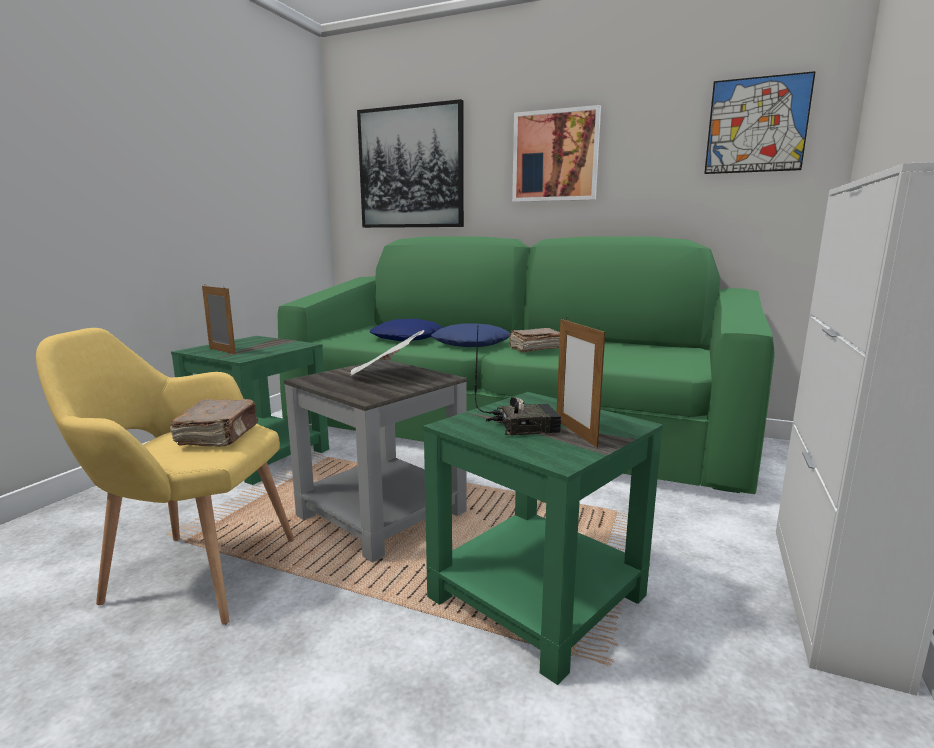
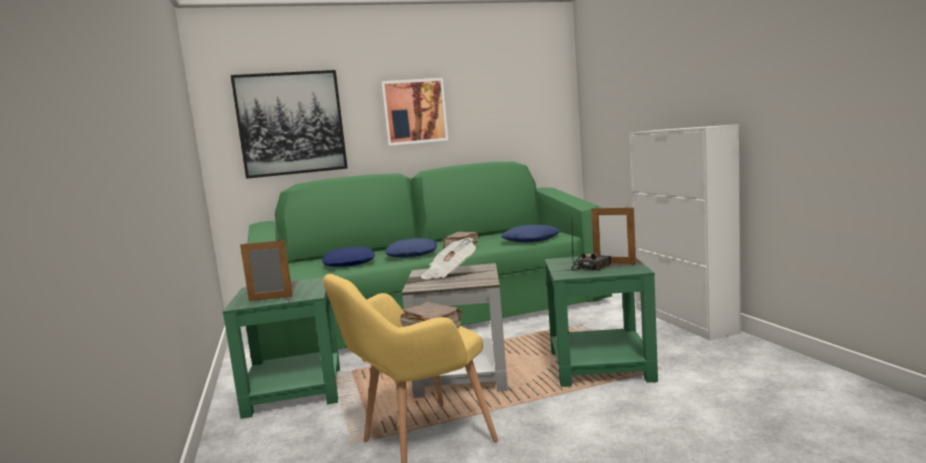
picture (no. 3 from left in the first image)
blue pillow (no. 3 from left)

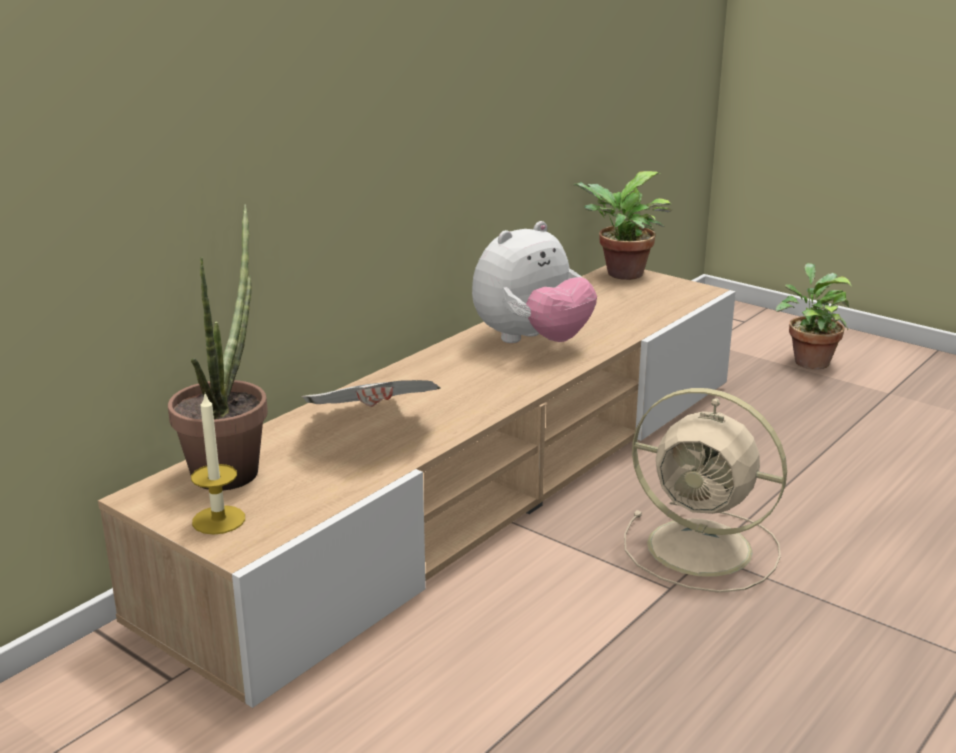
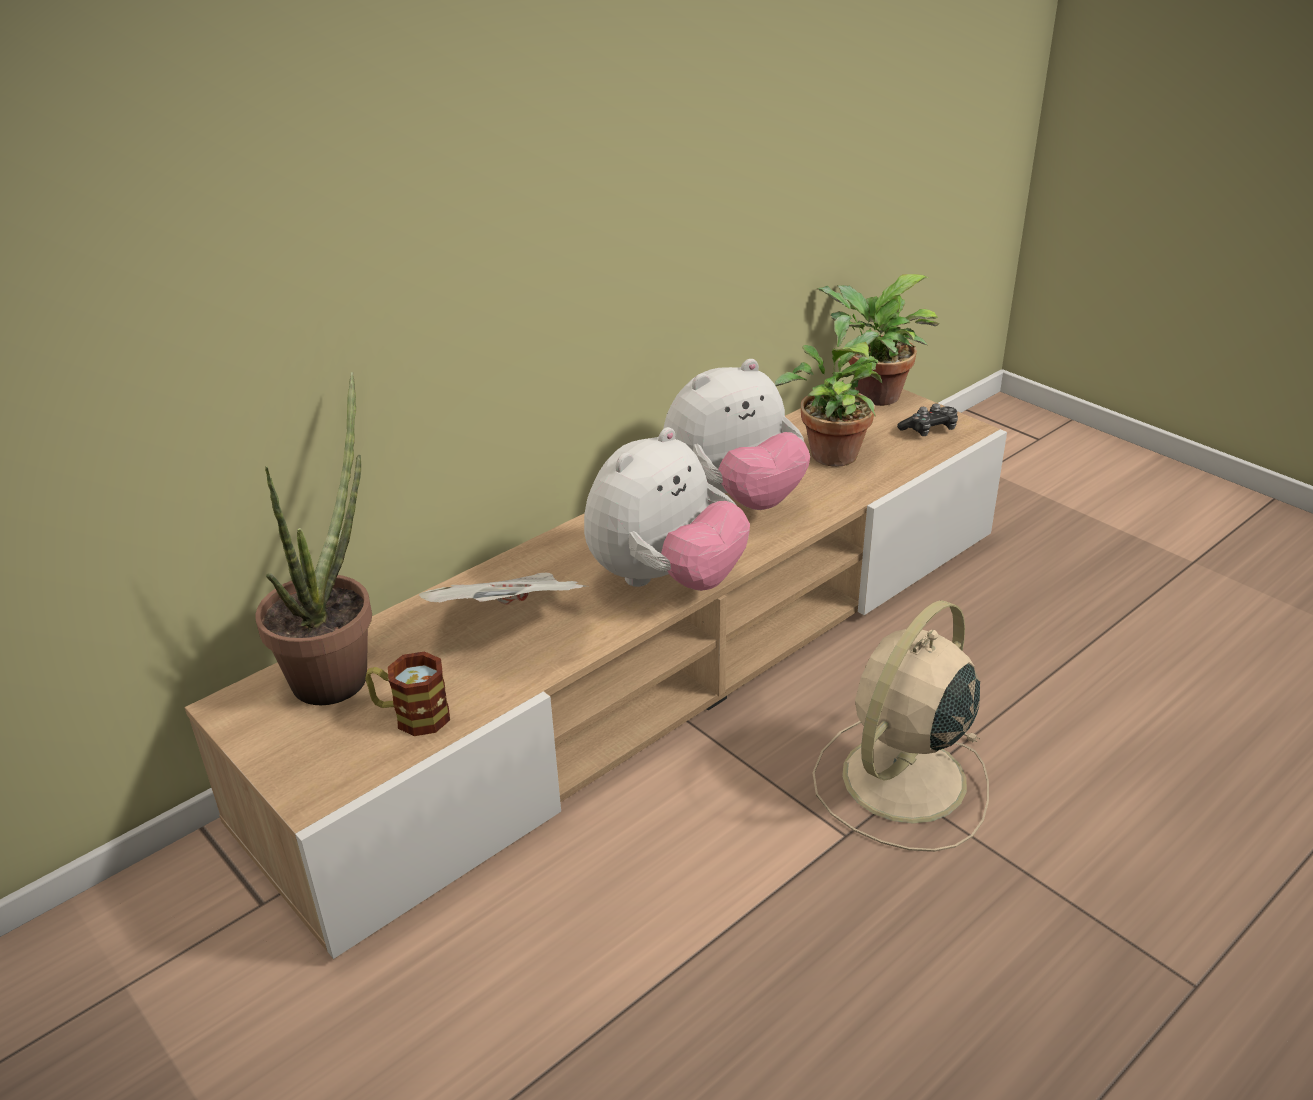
potted plant (no. 2 from left)
beige fan
candle
game controller
plush toy (no. 1 from left)
mug

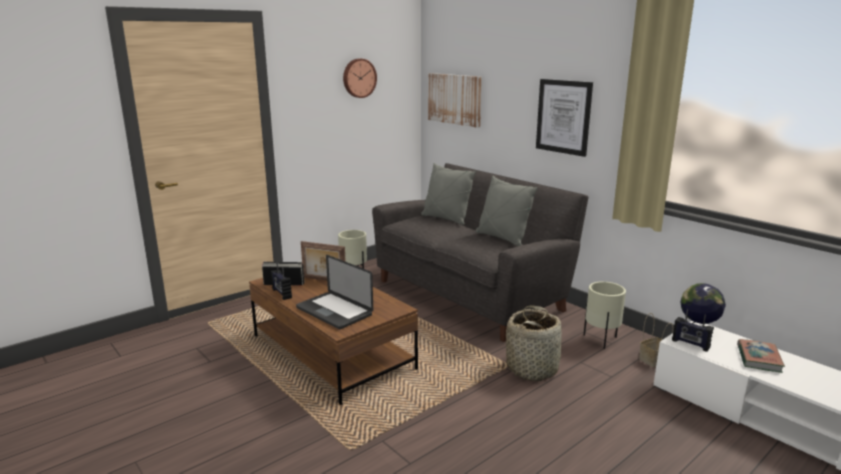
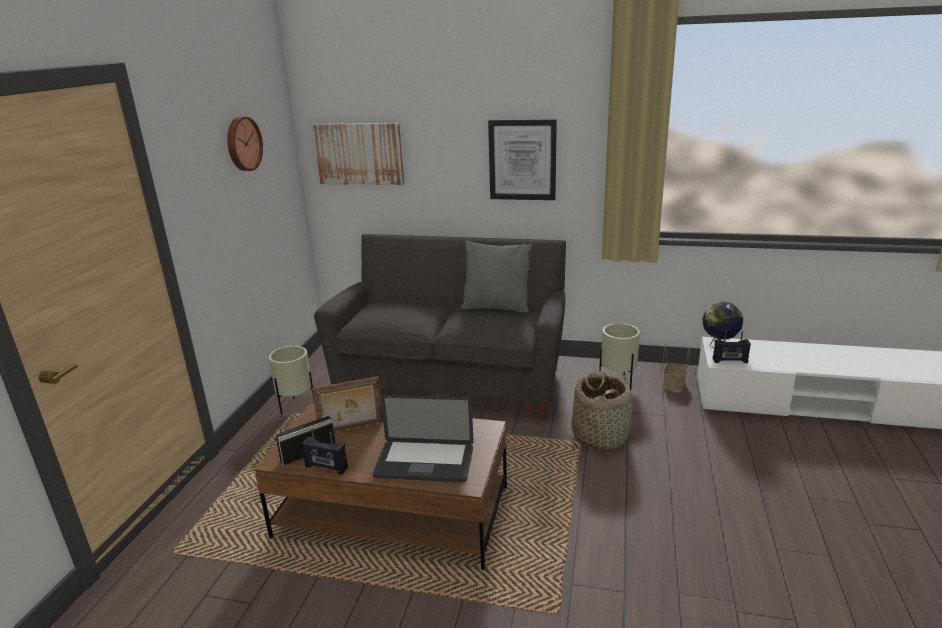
grey pillow (no. 1 from left in the first image)
book

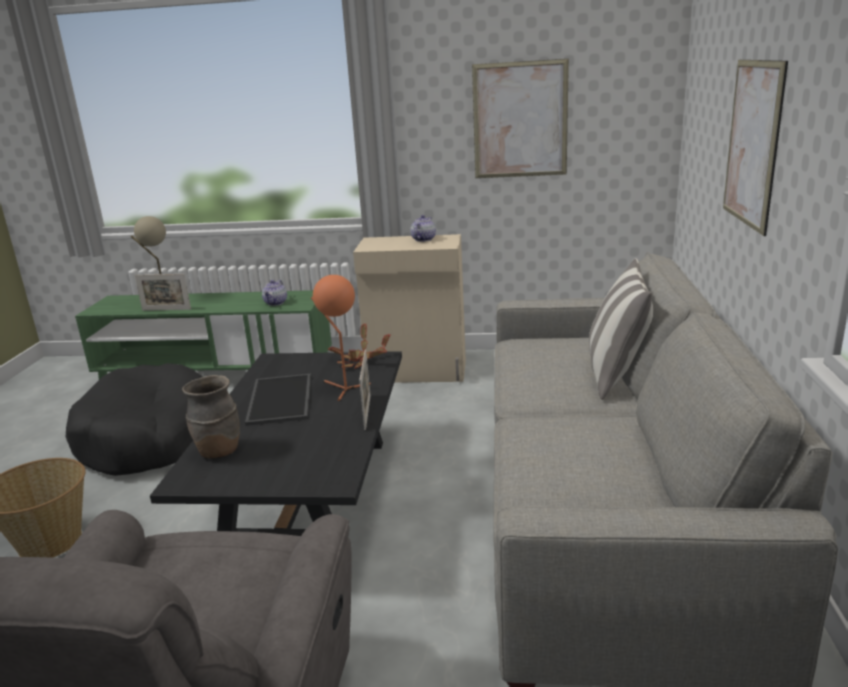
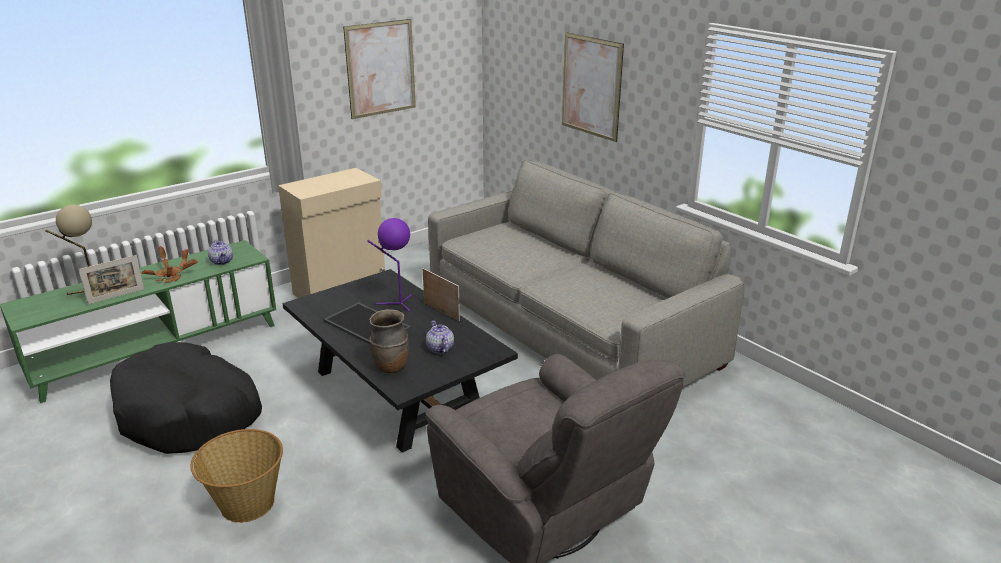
teapot (no. 2 from left)
pillow
purple table lamp
potted plant

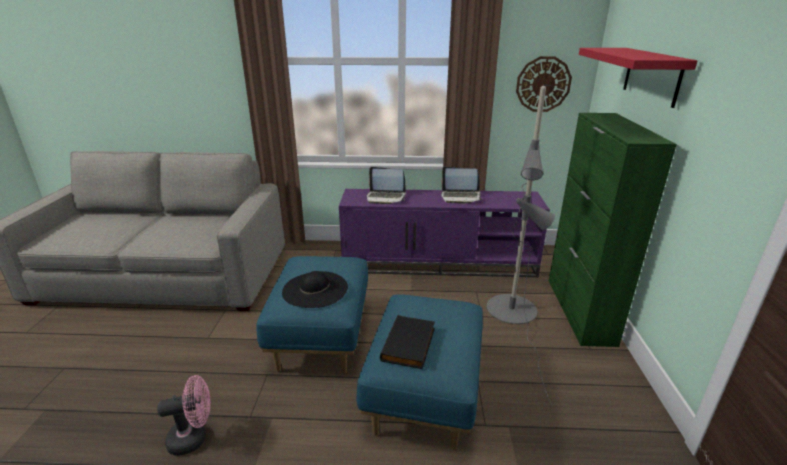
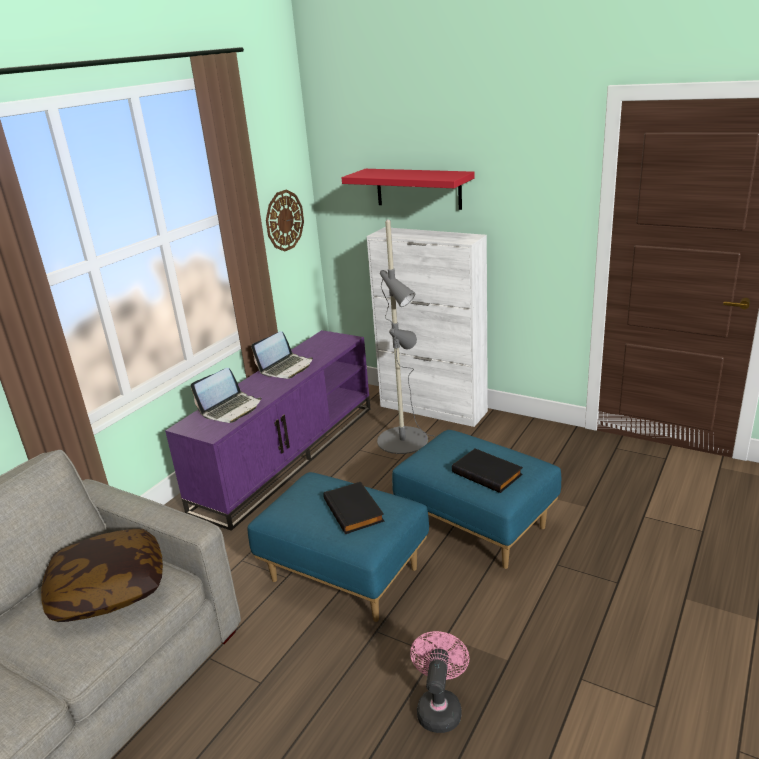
white cabinet
black book (no. 1 from left)
pillow

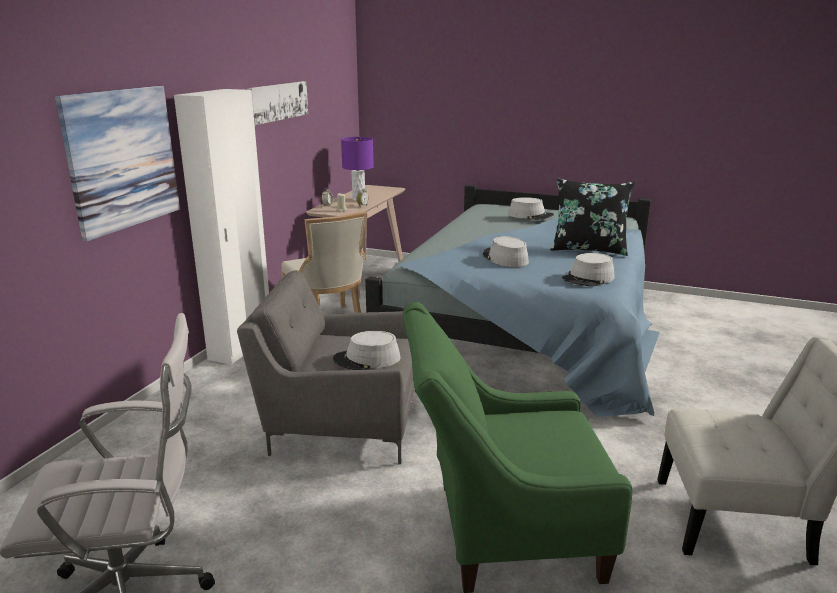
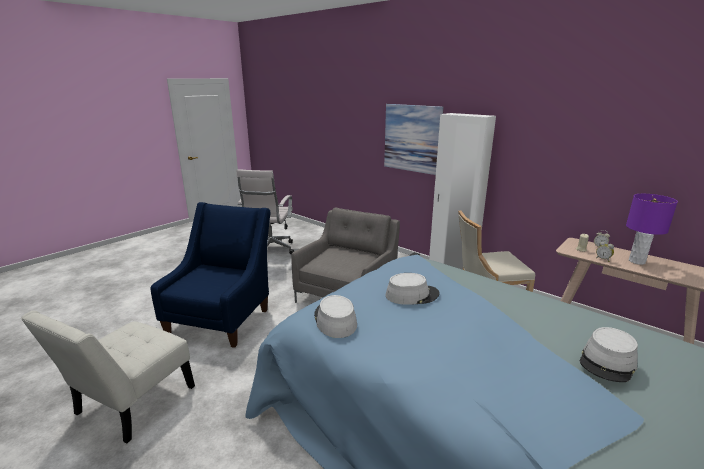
picture (no. 2 from left in the first image)
black pillow
blue armchair
grey hat (no. 1 from left in the first image)

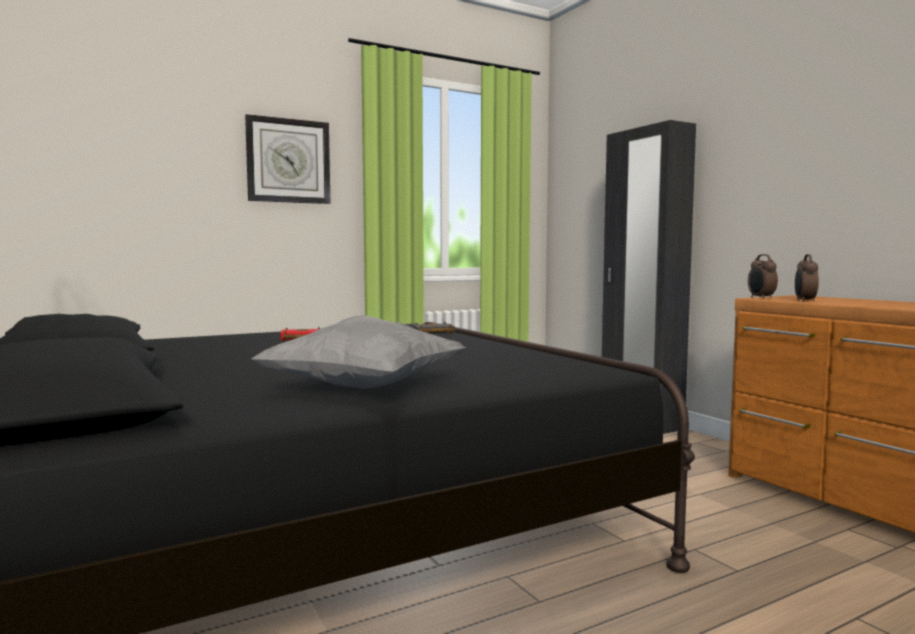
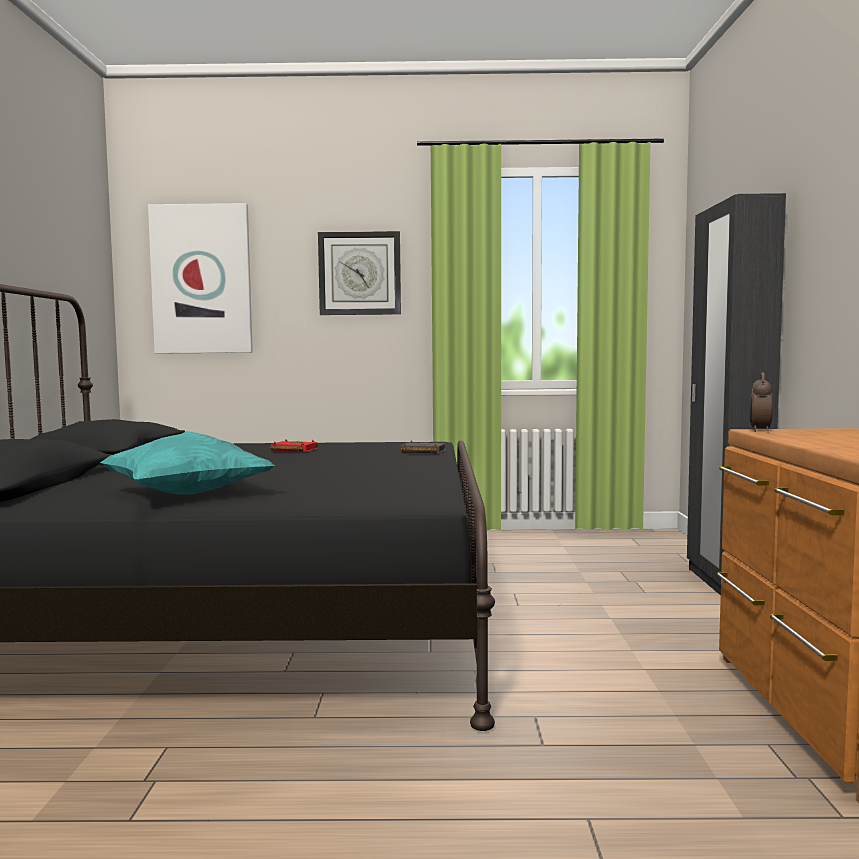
alarm clock (no. 2 from left in the first image)
turquoise pillow
picture

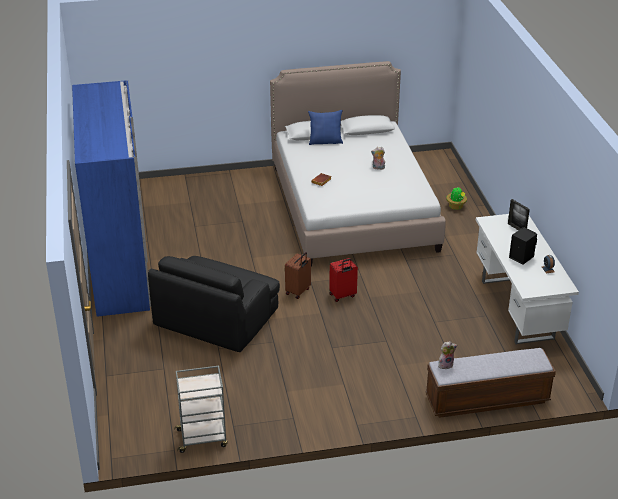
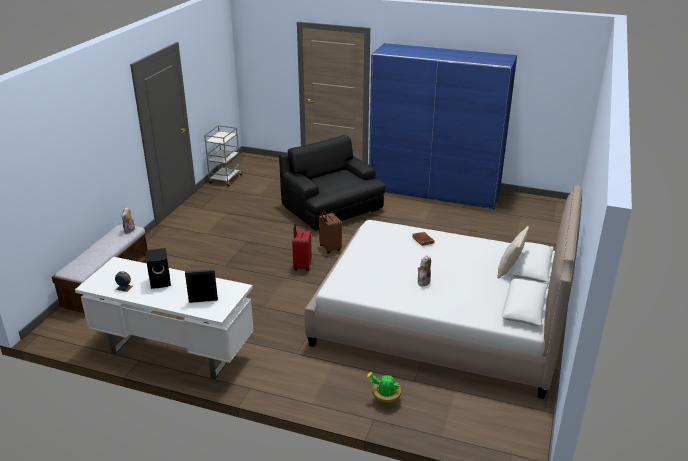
beige pillow

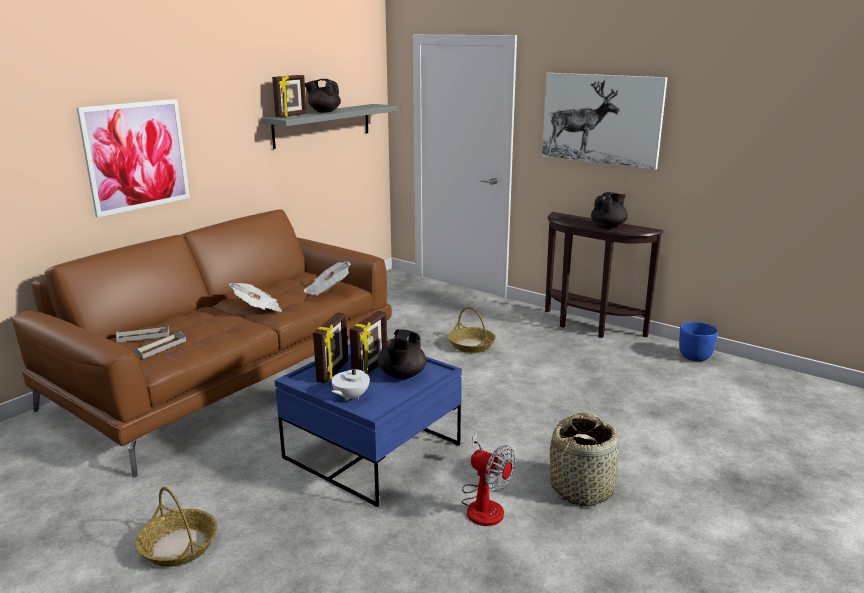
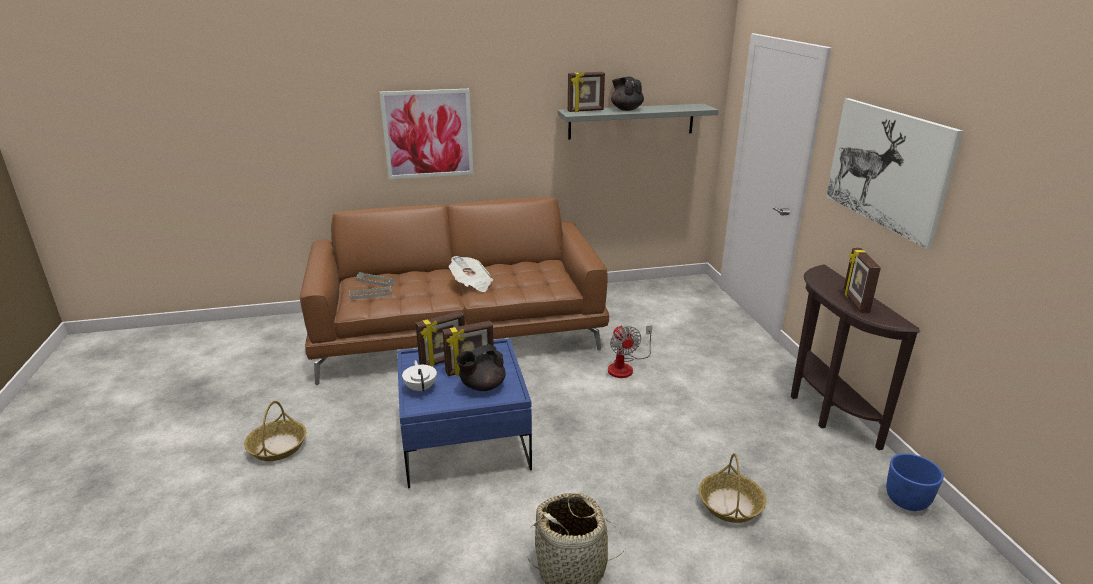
picture frame (no. 4 from left)
newspaper (no. 2 from left in the first image)
basket (no. 3 from left)
white teapot
fan

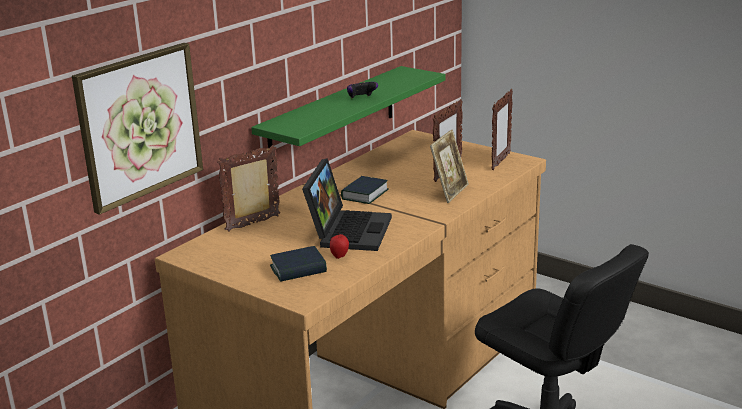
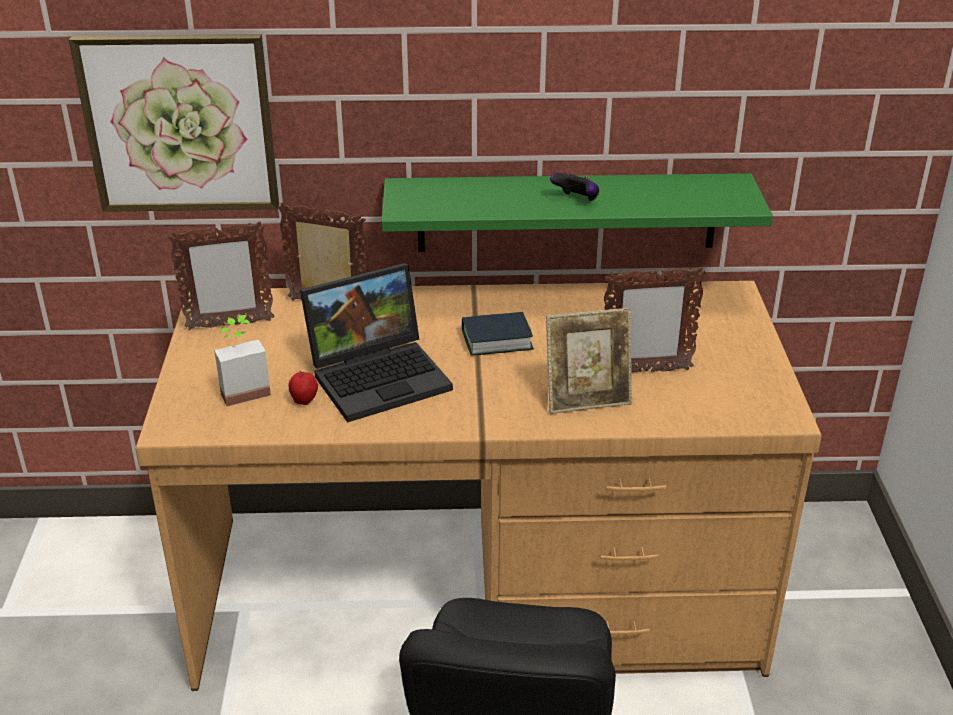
picture frame (no. 1 from left)
potted plant

